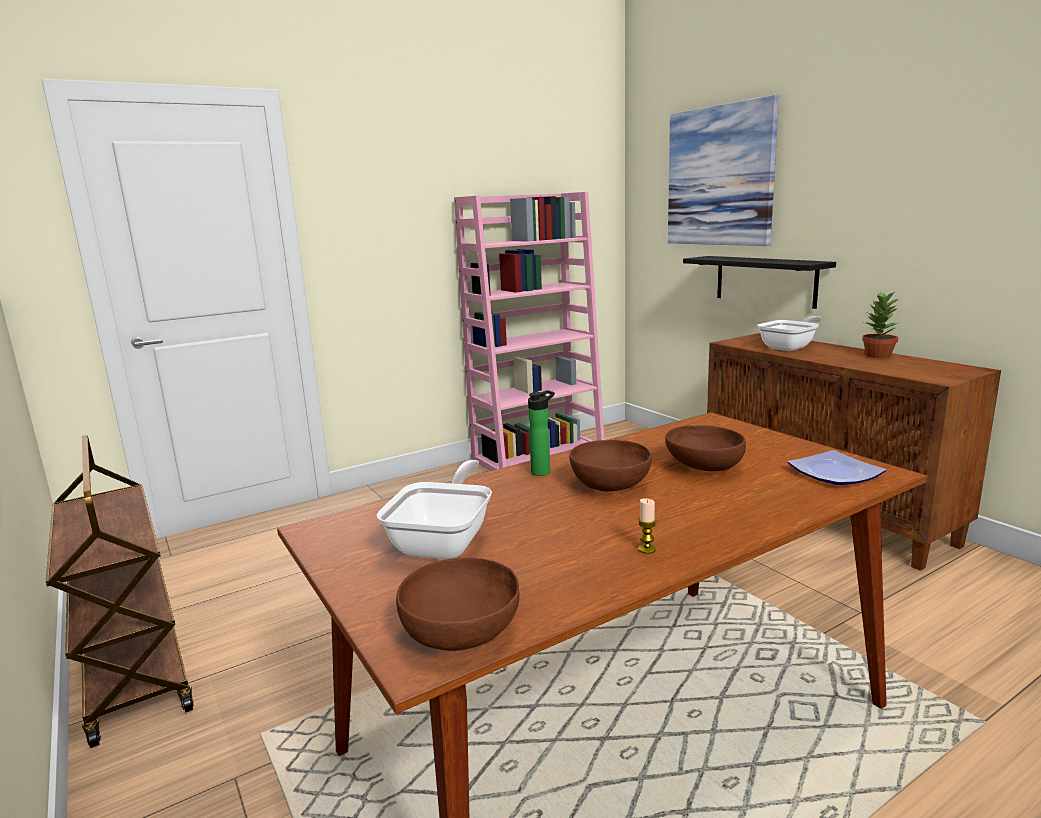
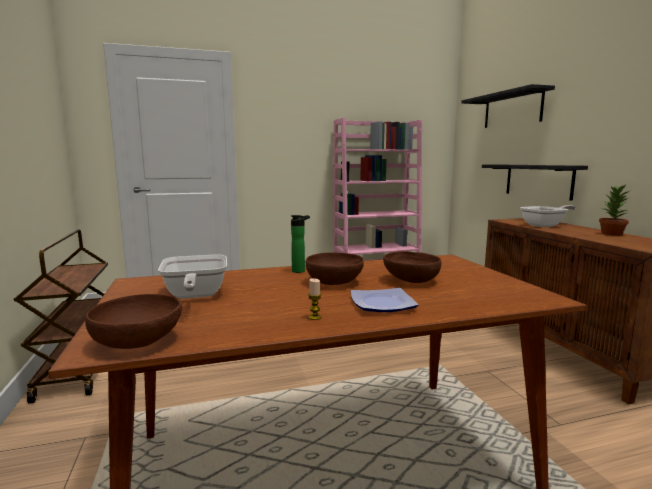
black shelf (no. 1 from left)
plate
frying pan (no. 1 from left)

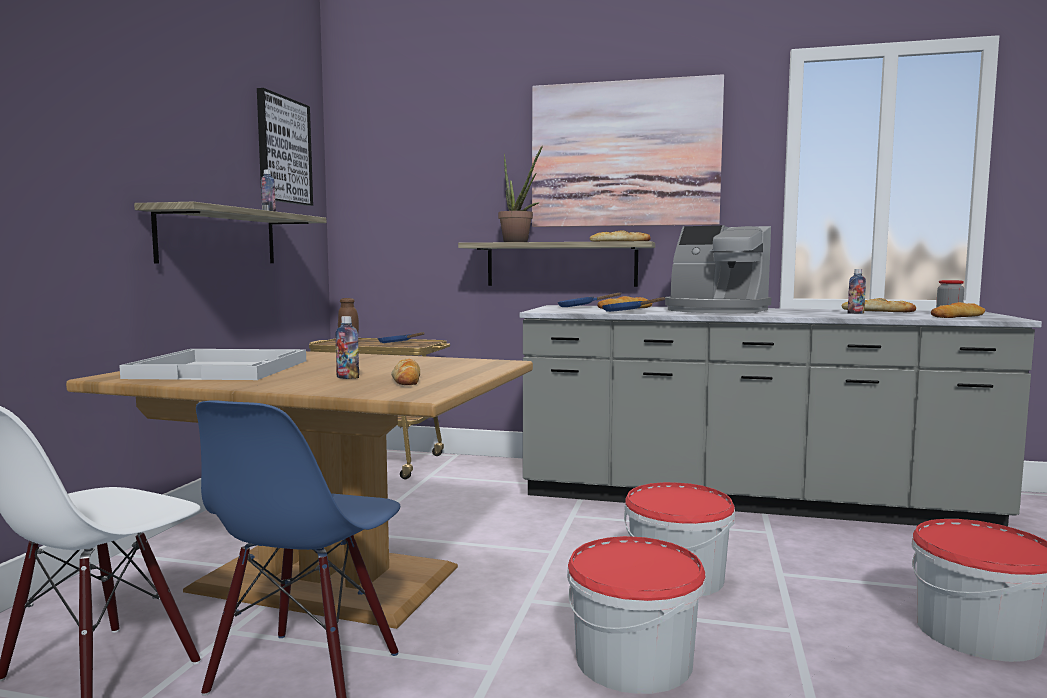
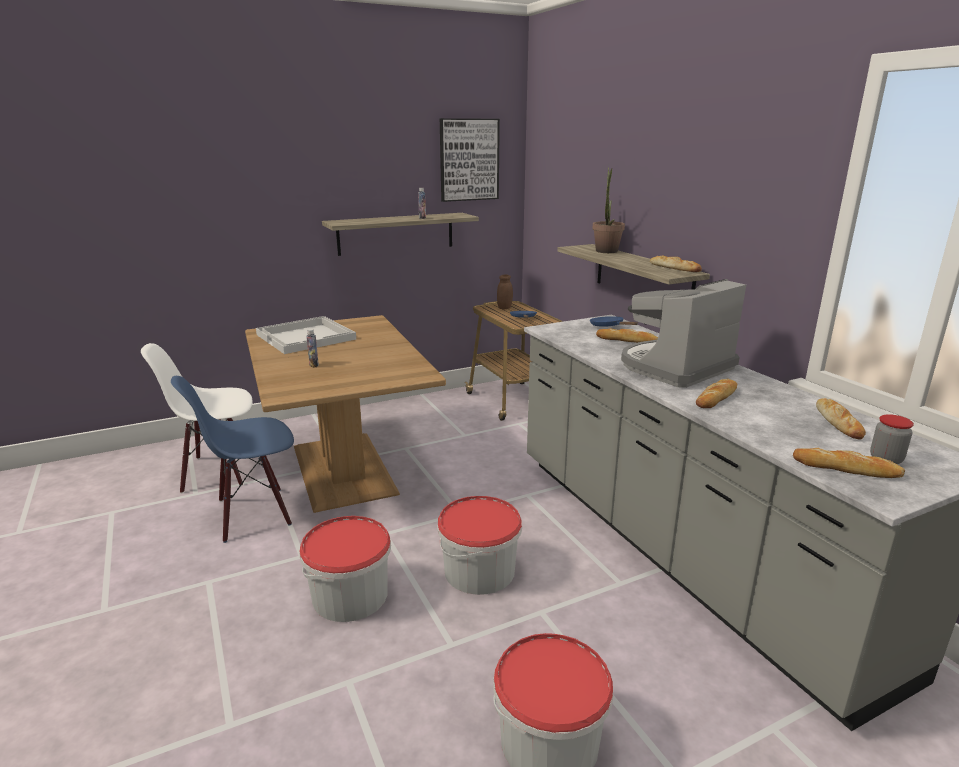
picture (no. 2 from left in the first image)
coffee machine
bottle (no. 3 from left in the first image)
blue frying pan (no. 3 from left in the first image)
bread (no. 3 from left)

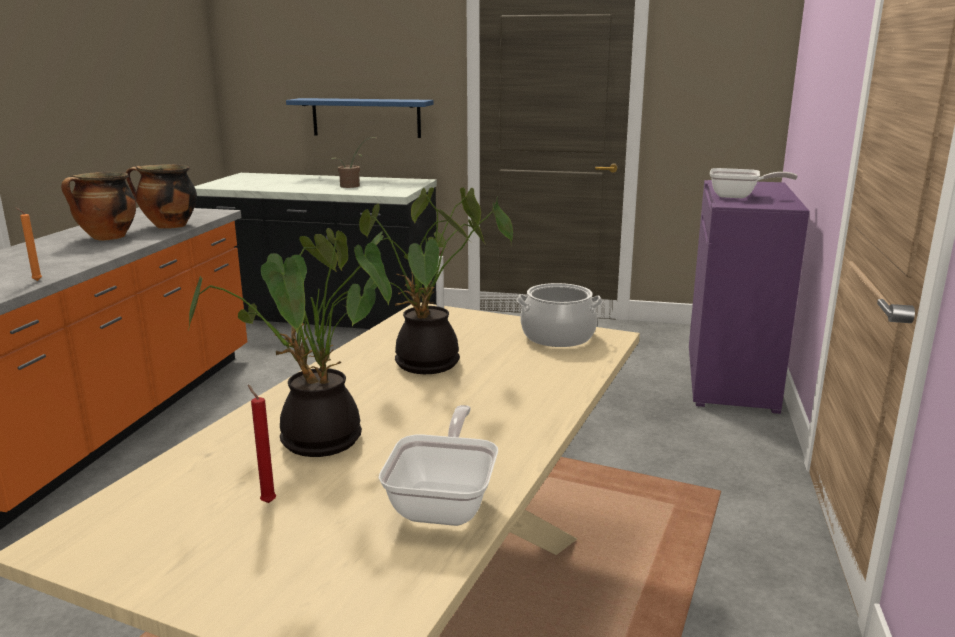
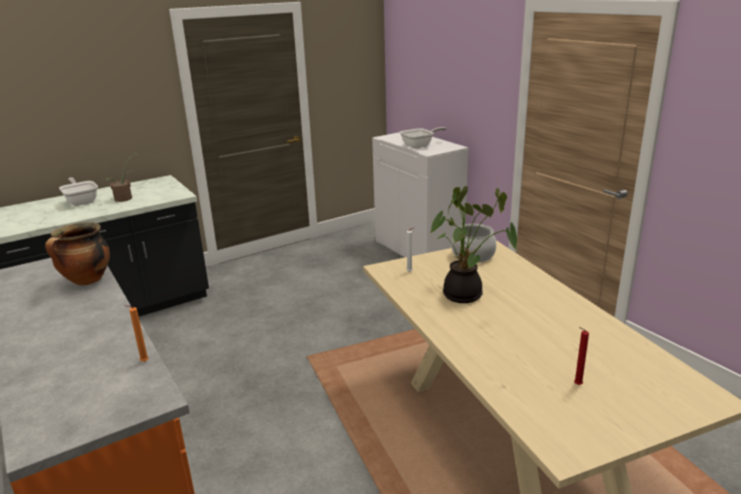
blue shelf
cooking pot (no. 1 from left in the first image)
white cabinet
potted plant (no. 1 from left in the first image)
frying pan (no. 1 from left)

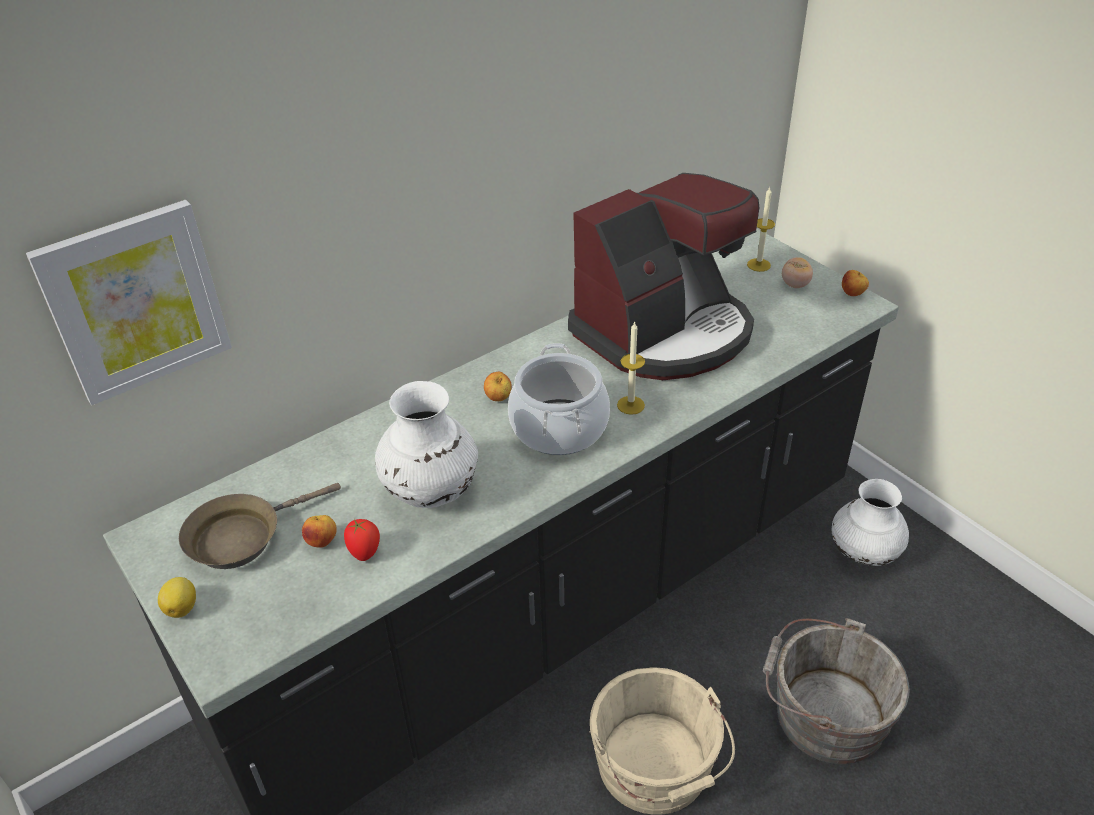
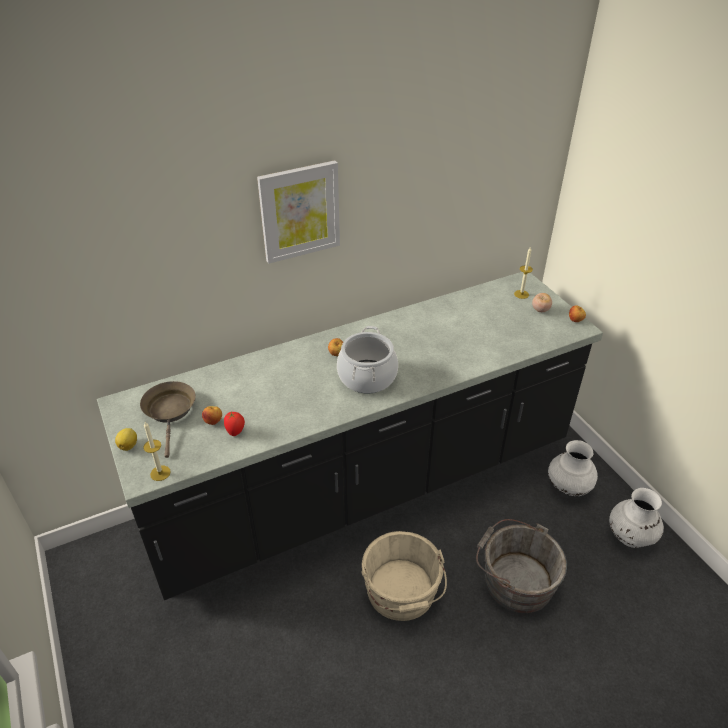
coffee machine
picture
candle (no. 1 from left)
white vase (no. 2 from left)
brown frying pan

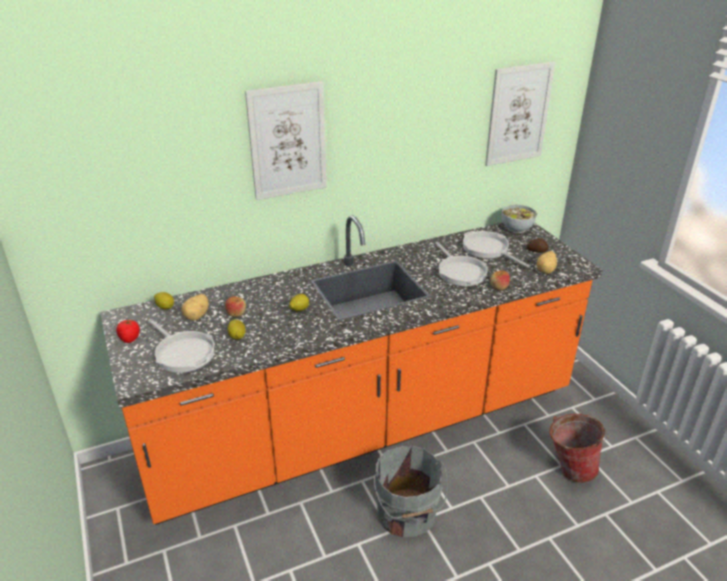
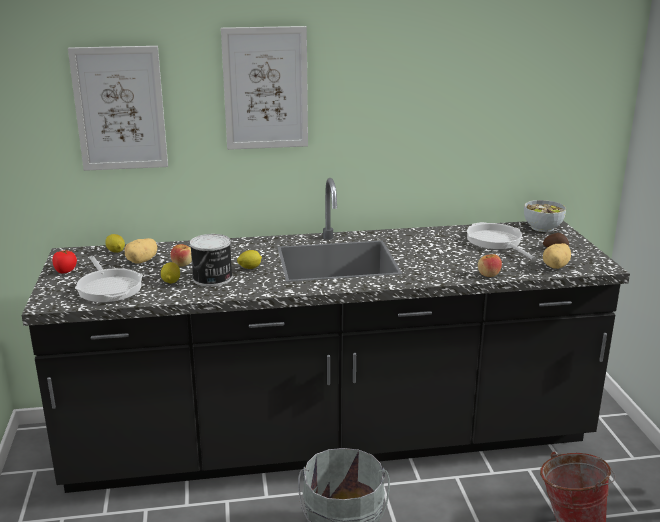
picture (no. 1 from left)
black counter
frying pan (no. 2 from left in the first image)
can

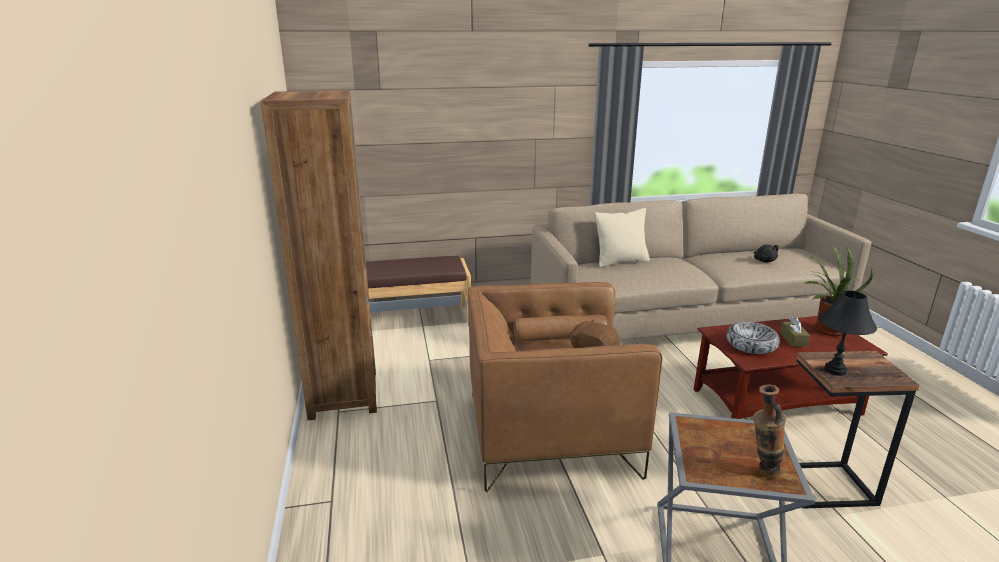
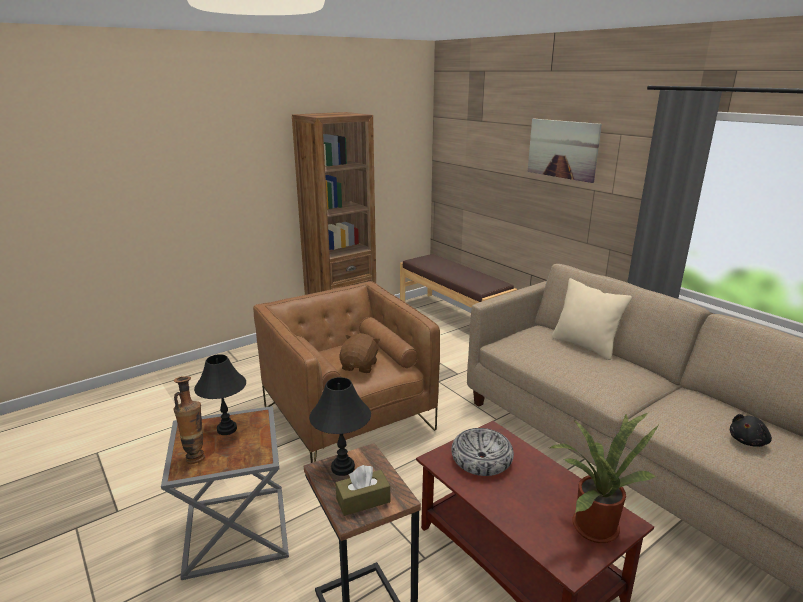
brown tissue box
picture
black table lamp (no. 1 from left)

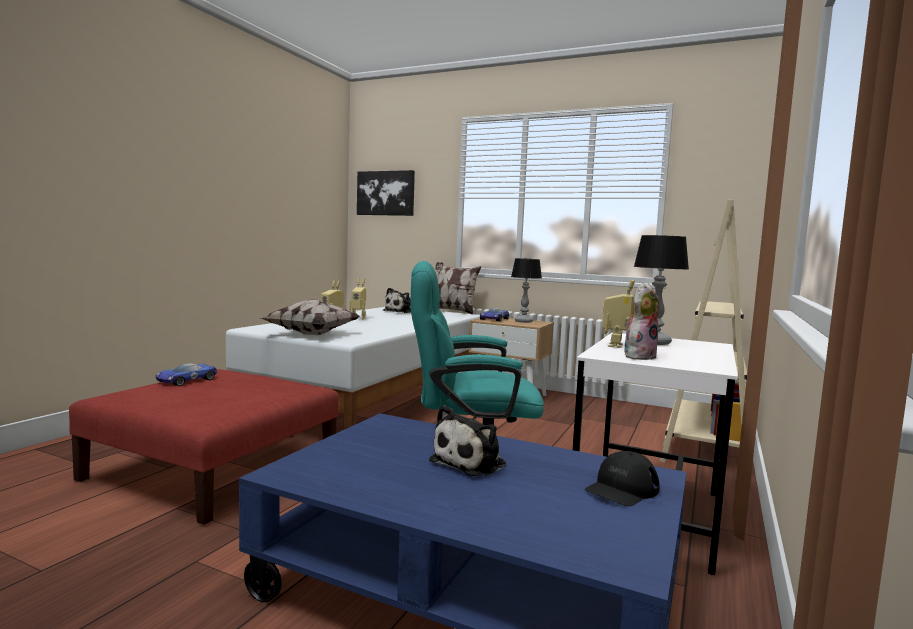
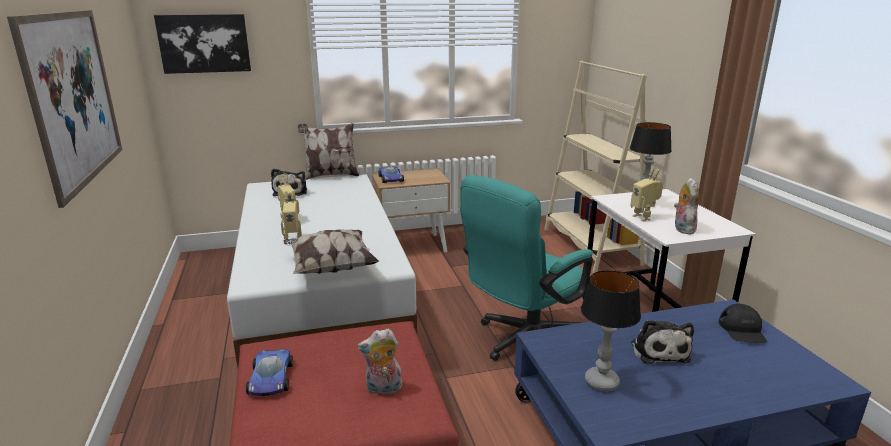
table lamp (no. 1 from left)
picture (no. 1 from left)
plush toy (no. 2 from left)

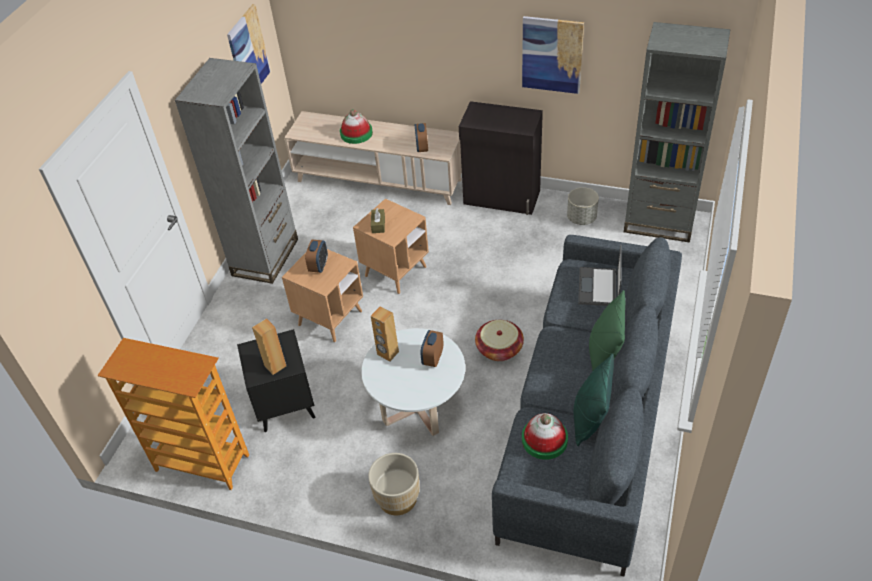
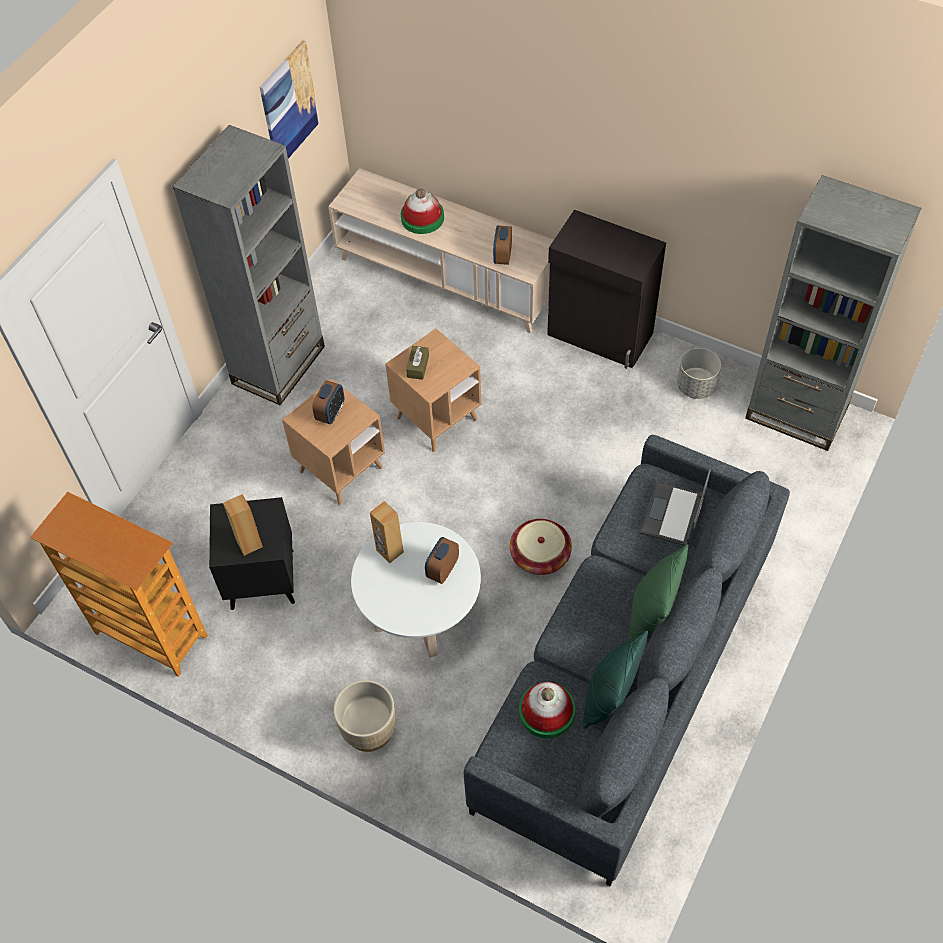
picture (no. 2 from left in the first image)

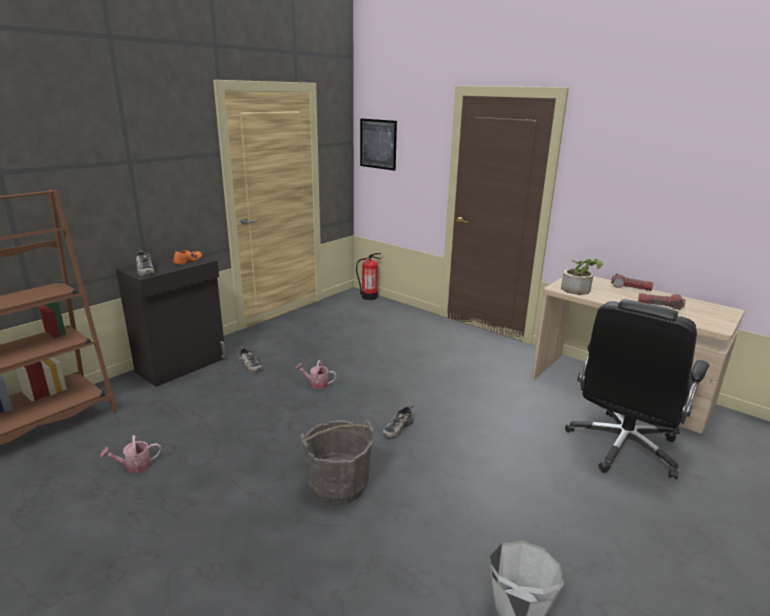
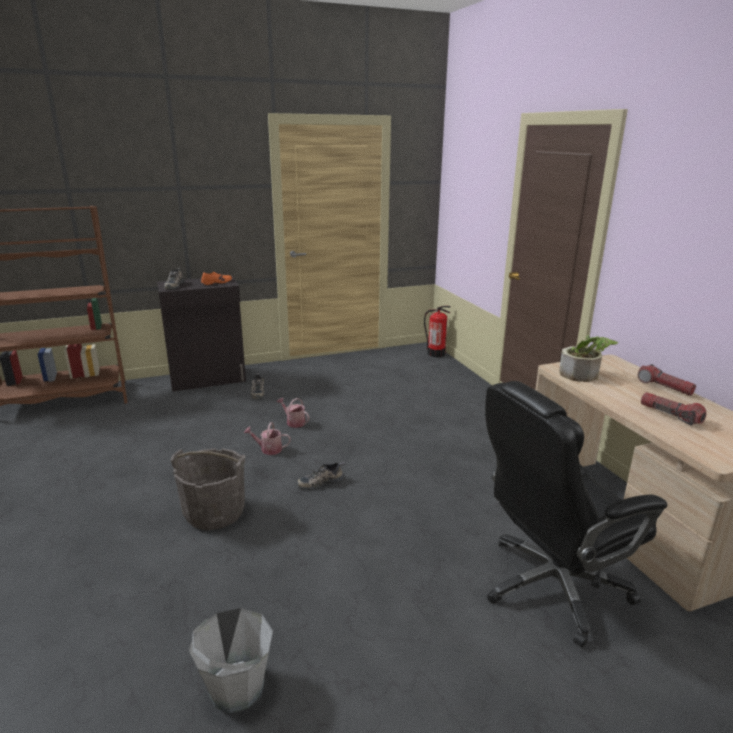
picture
watering can (no. 1 from left)

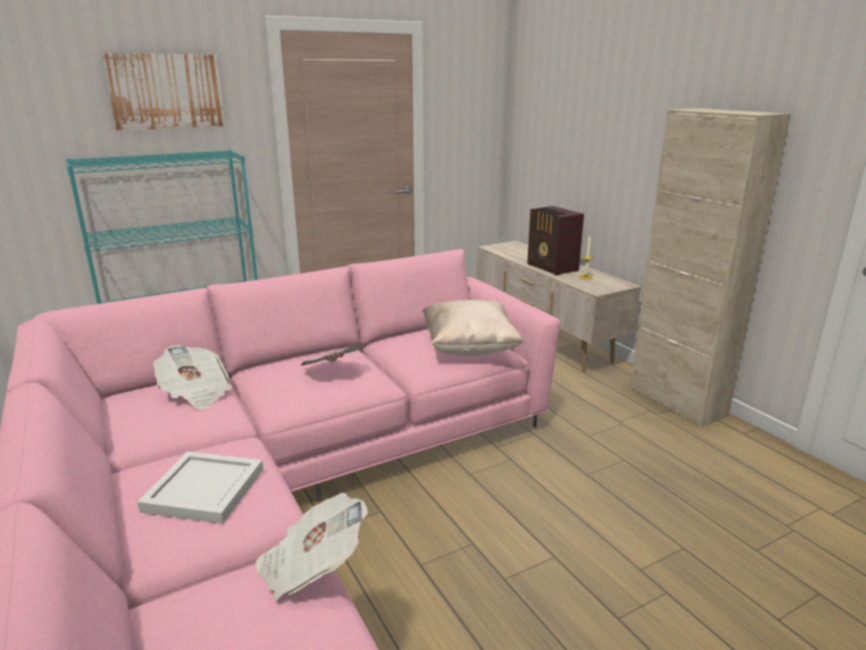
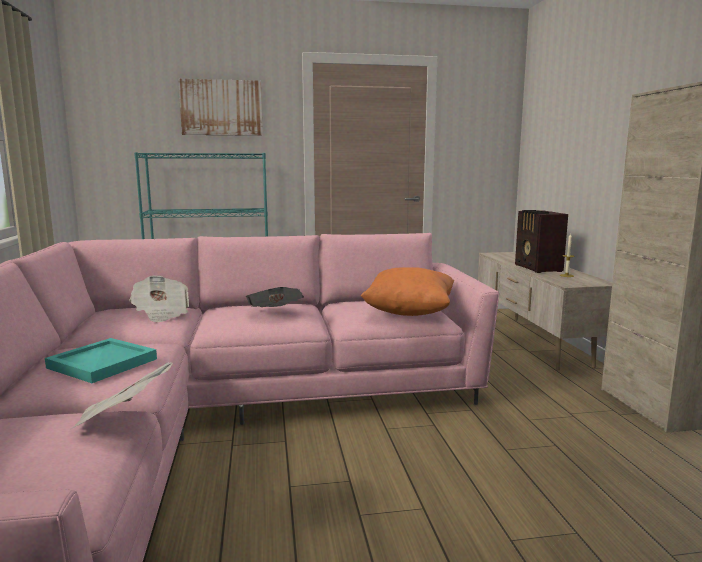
orange pillow
turquoise tray

